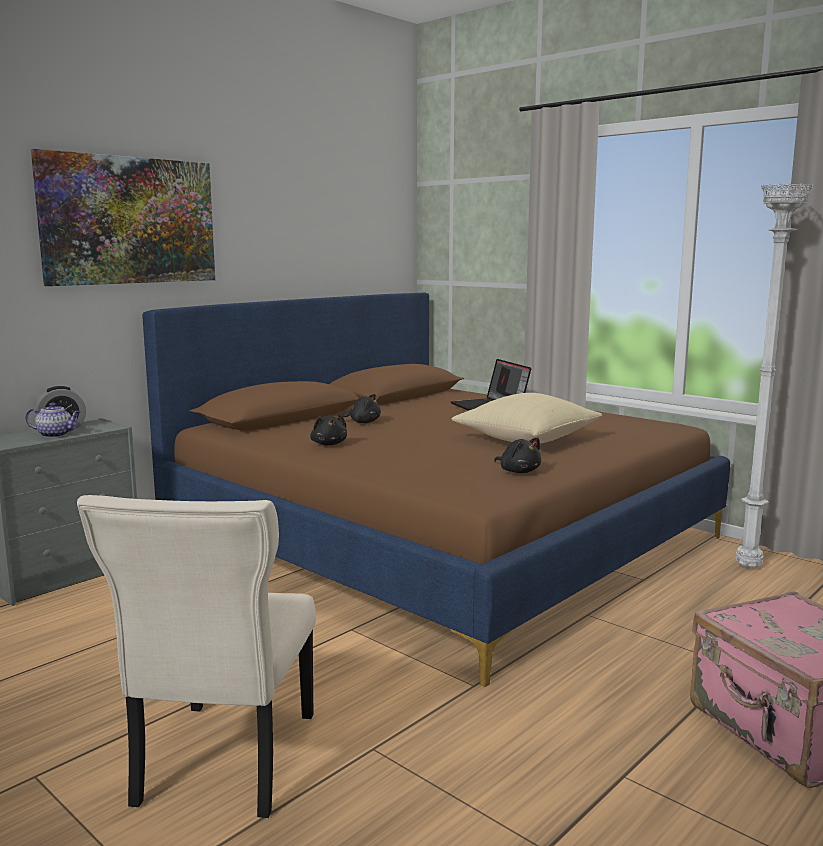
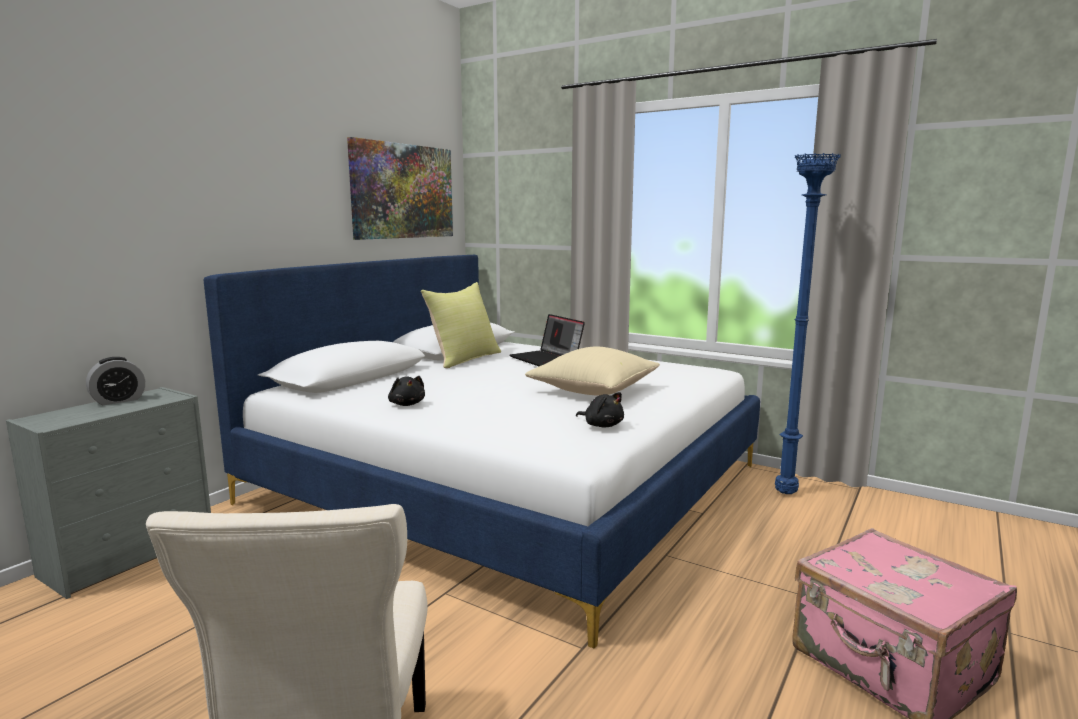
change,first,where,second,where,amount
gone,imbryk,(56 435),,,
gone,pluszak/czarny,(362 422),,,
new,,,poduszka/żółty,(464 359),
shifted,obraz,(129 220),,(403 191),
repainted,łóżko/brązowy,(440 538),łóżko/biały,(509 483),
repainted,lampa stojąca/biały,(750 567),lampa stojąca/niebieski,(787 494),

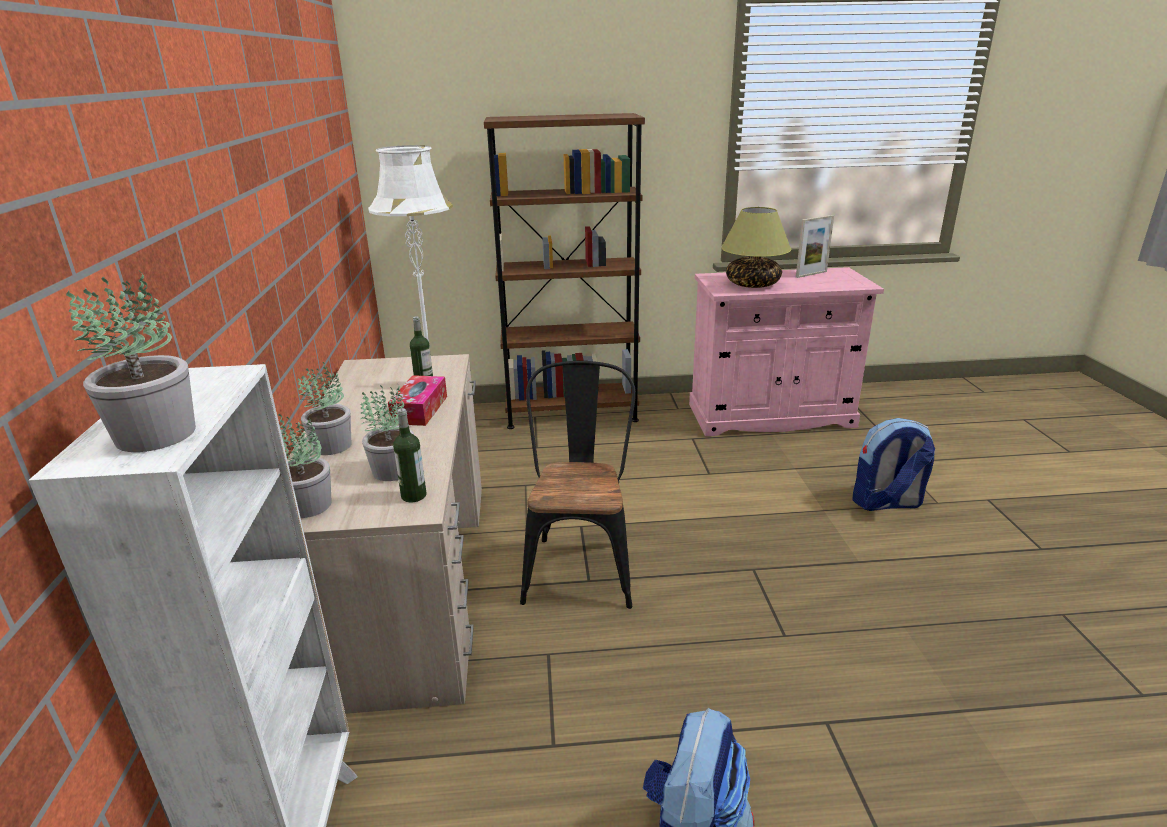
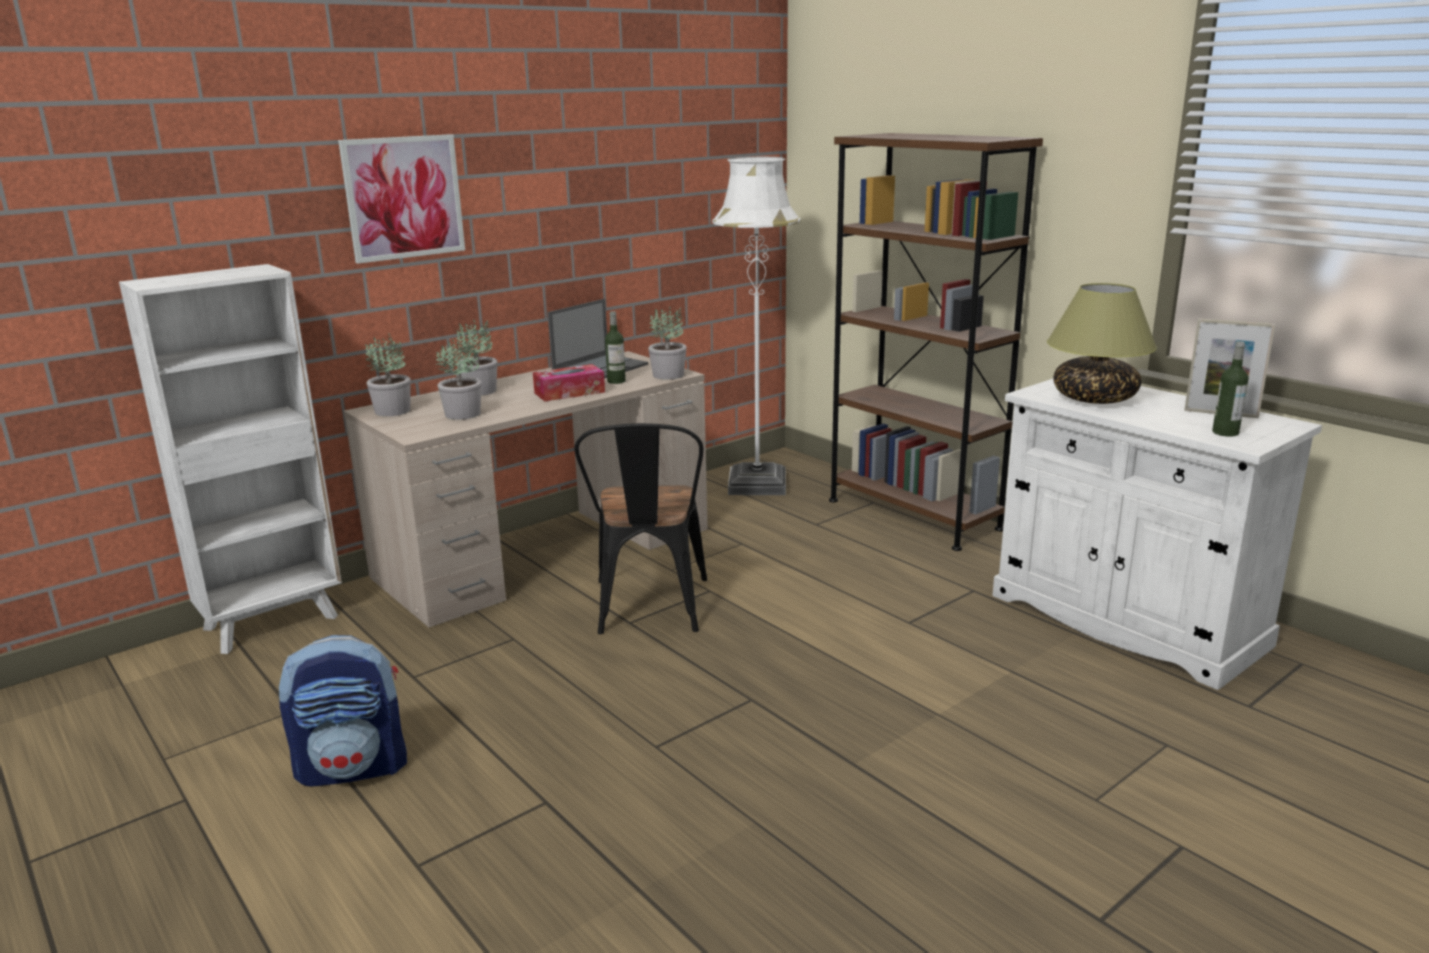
change,first,where,second,where,amount
gone,plecak,(886 503),,,
new,,,obraz,(403 197),
new,,,laptop,(601 368),
shifted,roślina doniczkowa,(156 434),,(668 375),
shifted,butelka,(413 496),,(1225 432),
repainted,szafka/różowy,(770 416),szafka/biały,(1126 620),
rotated,krzesło/czarny,(581 564),,(649 610),120 degrees clockwise

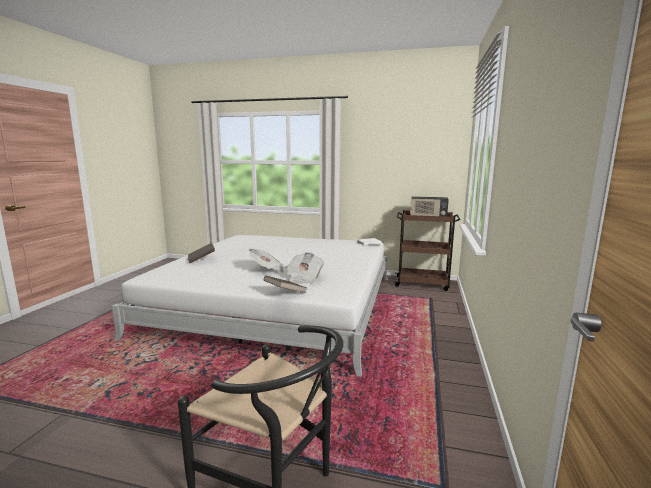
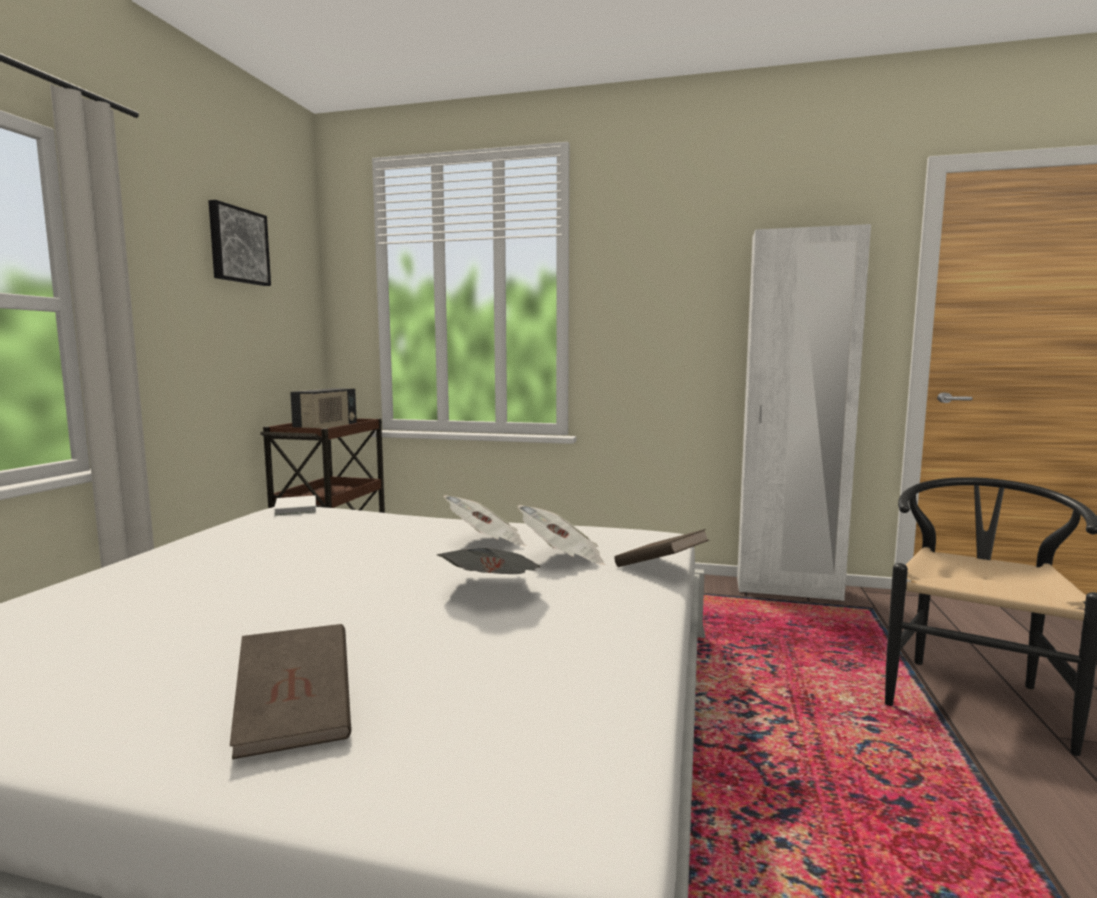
change,first,where,second,where,amount
new,,,obraz,(237 245),
new,,,gazeta,(487 542),
new,,,szafa/biały,(788 589),

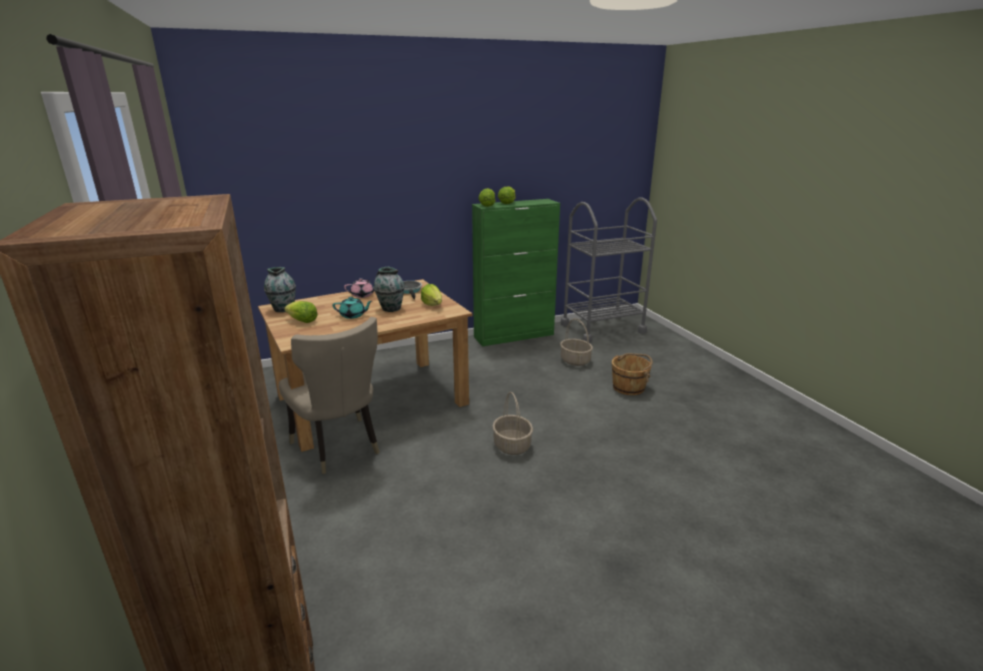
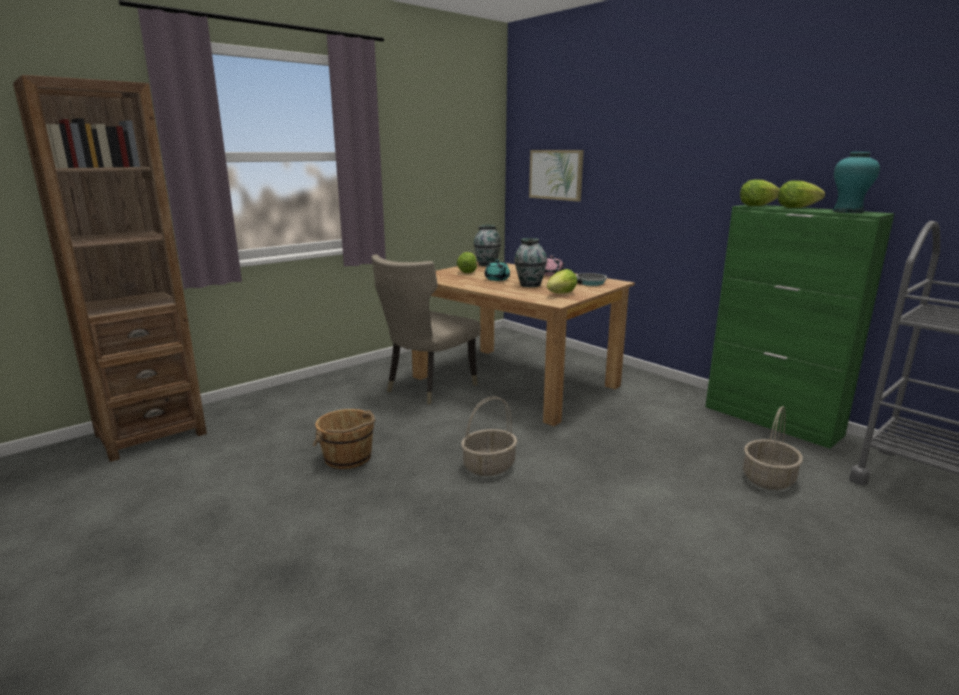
change,first,where,second,where,amount
new,,,obraz,(556 175),
new,,,wazon/turkusowy,(848 211),
shifted,wiadro/brązowy,(629 387),,(348 458),

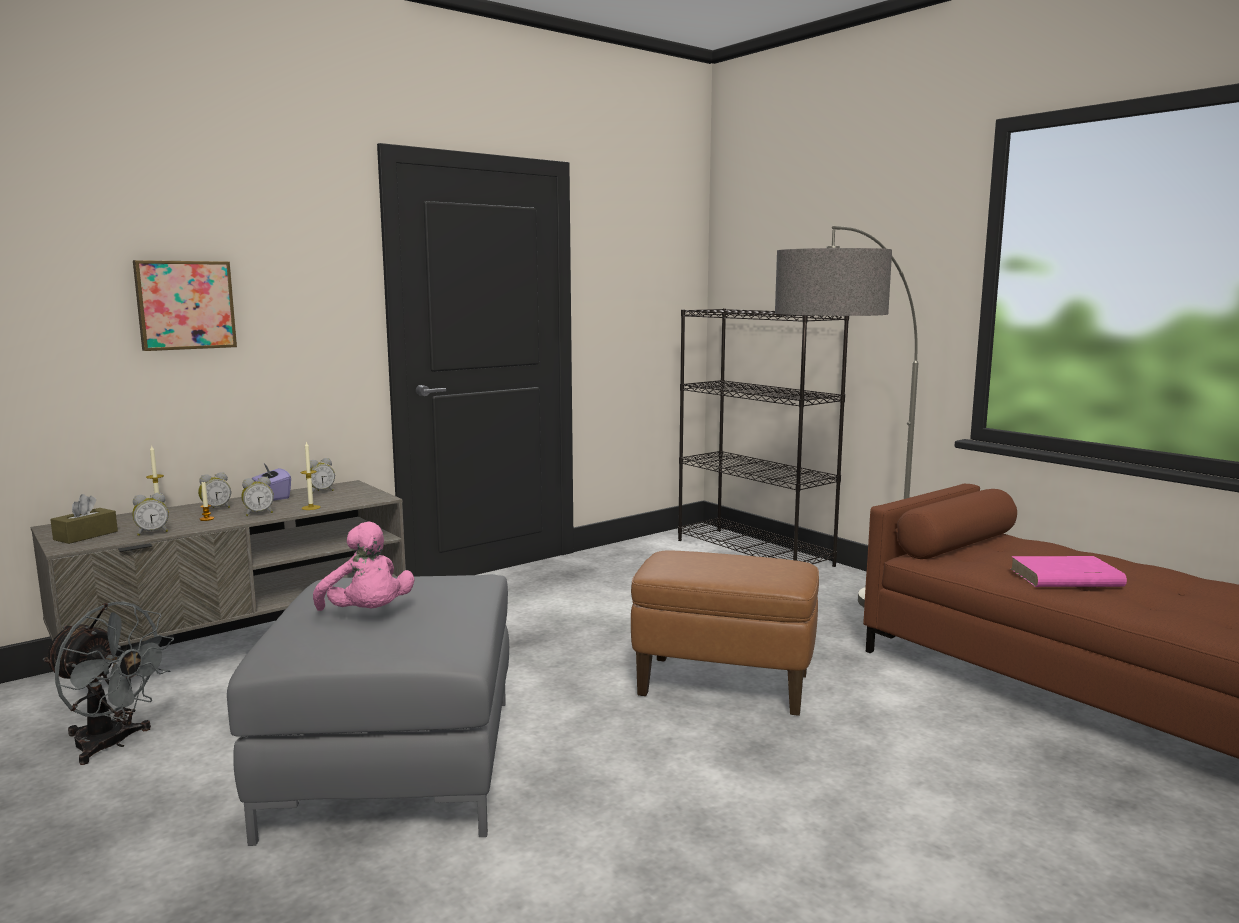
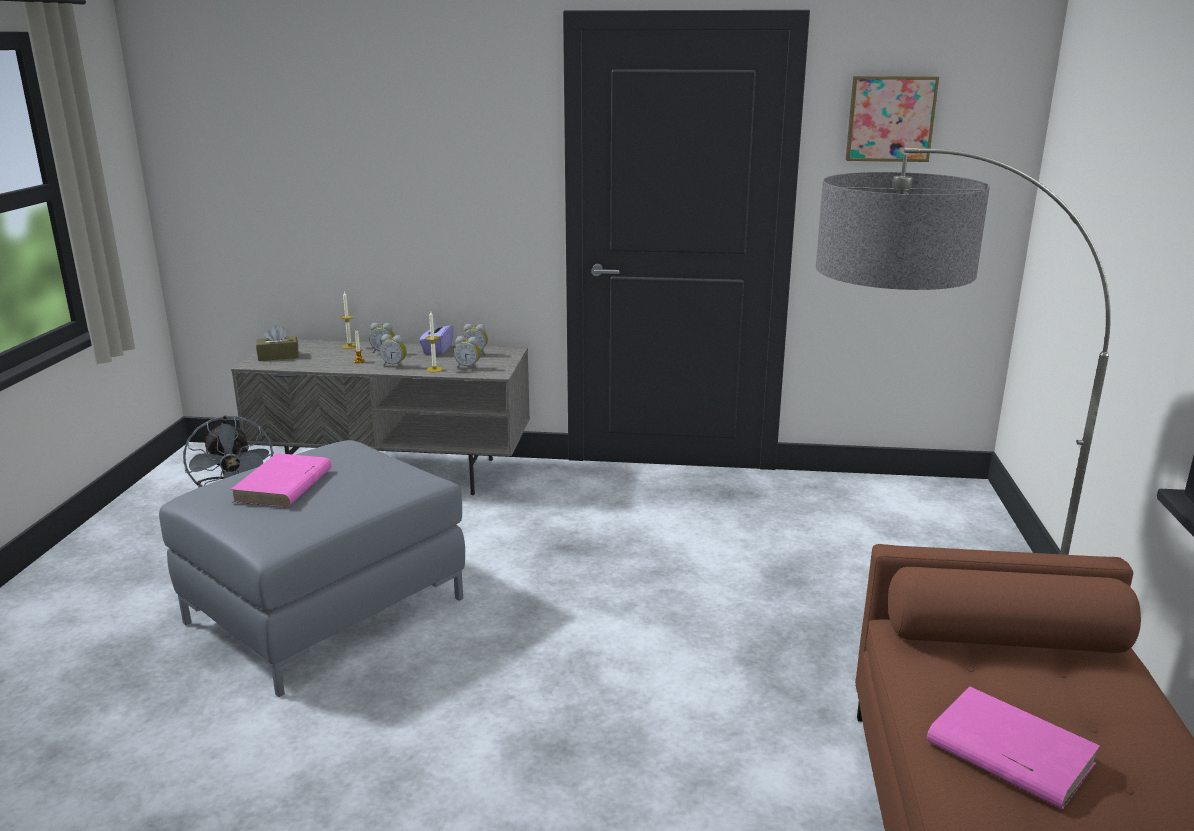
change,first,where,second,where,amount
gone,pufa/brązowy,(724 685),,,
gone,regał/czarny,(754 553),,,
shifted,budzik,(152 532),,(468 367),
shifted,obraz,(185 305),,(890 118),
swapped,pluszak/różowy,(367 615),książka/różowy,(283 486),

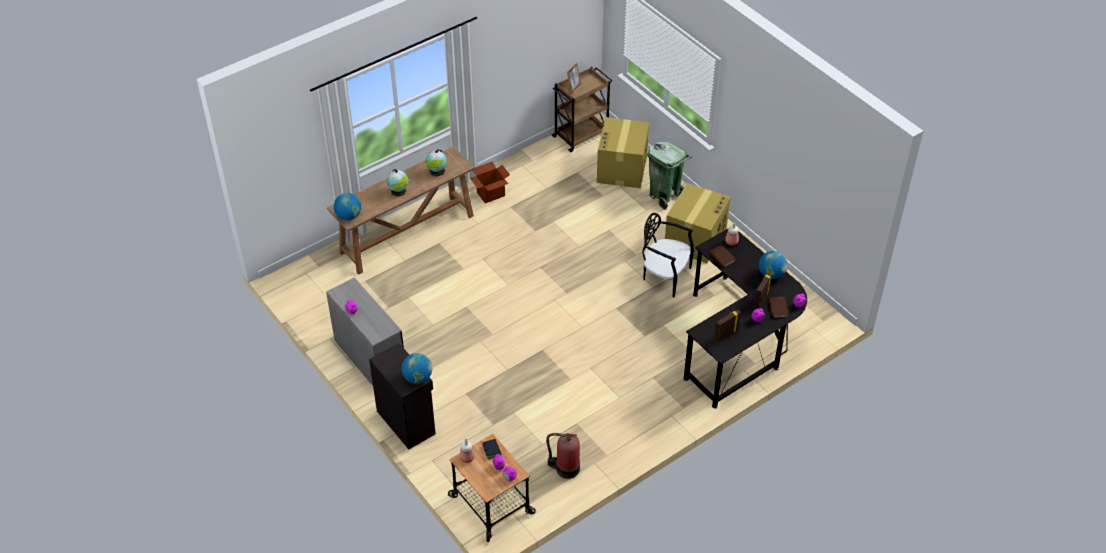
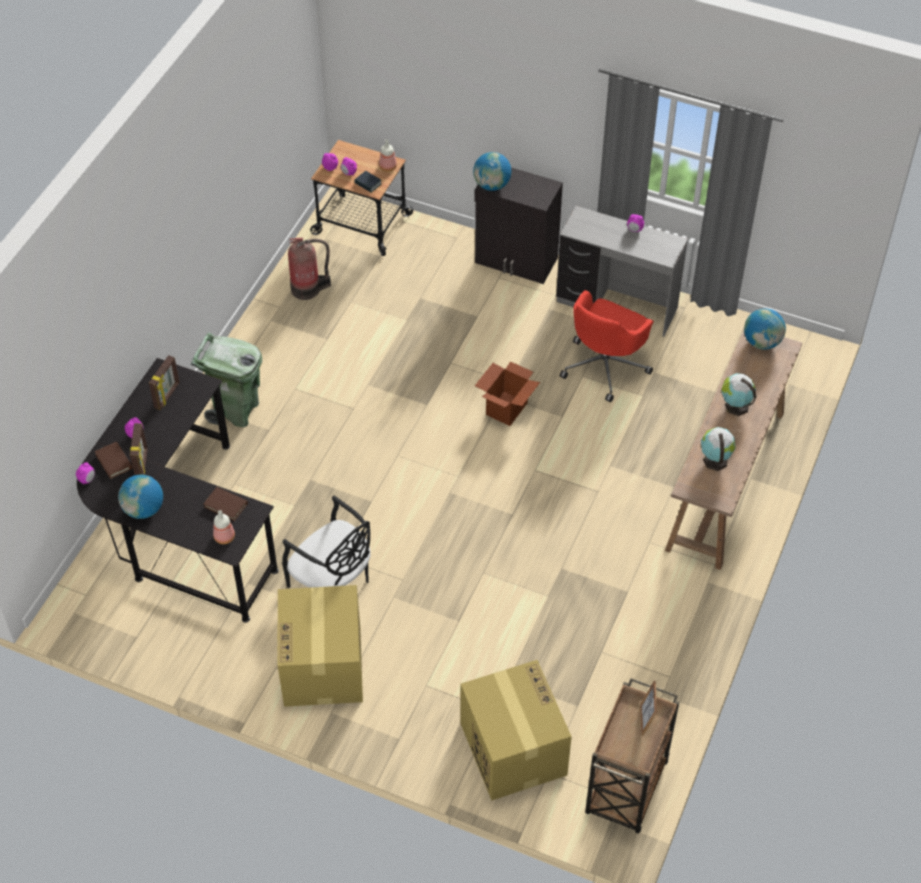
change,first,where,second,where,amount
new,,,krzesło biurowe/czerwony,(605 366),
shifted,karton,(490 194),,(506 408),
shifted,kosz na śmieci/zielony,(665 195),,(236 410),
rotated,krzesło/czarny,(665 276),,(333 581),45 degrees clockwise

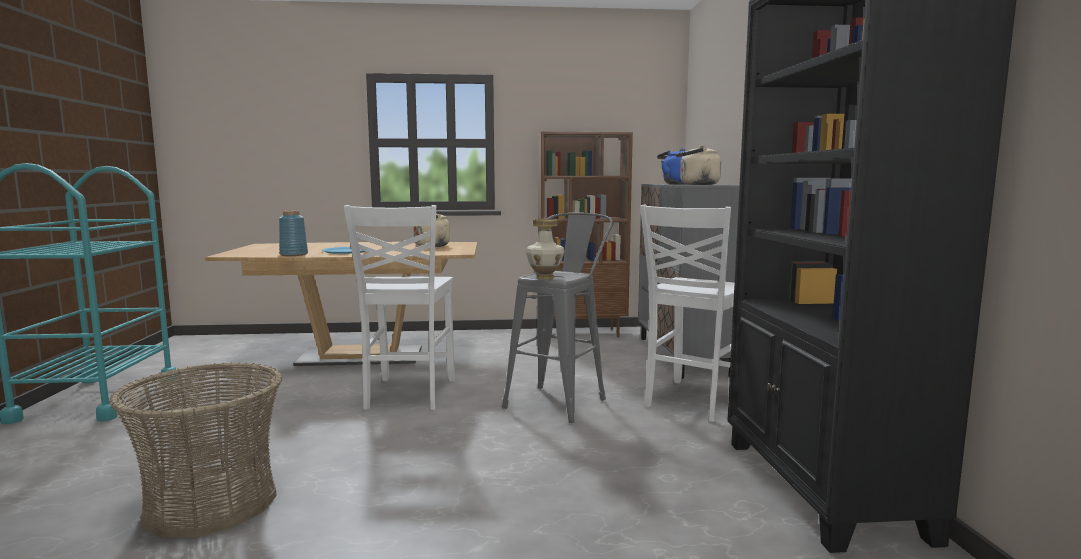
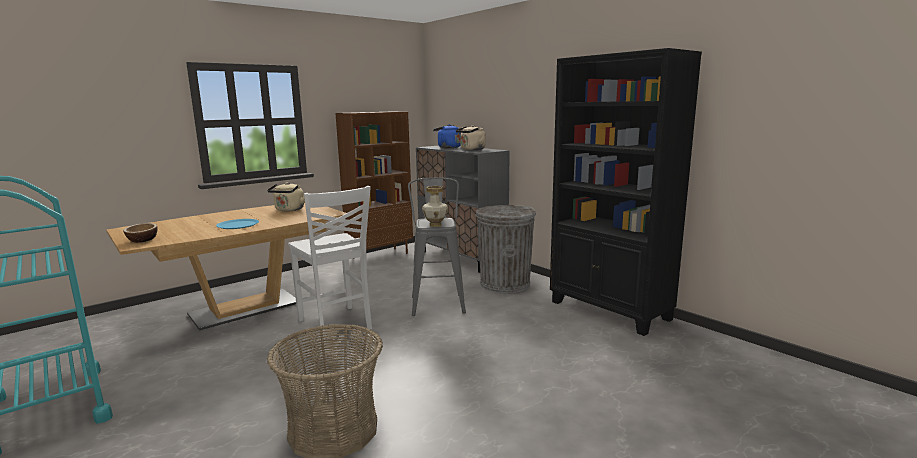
change,first,where,second,where,amount
gone,wazon/niebieski,(294 254),,,
new,,,miska,(142 240),
swapped,krzesło/biały,(693 401),kosz na śmieci/szary,(504 284),

